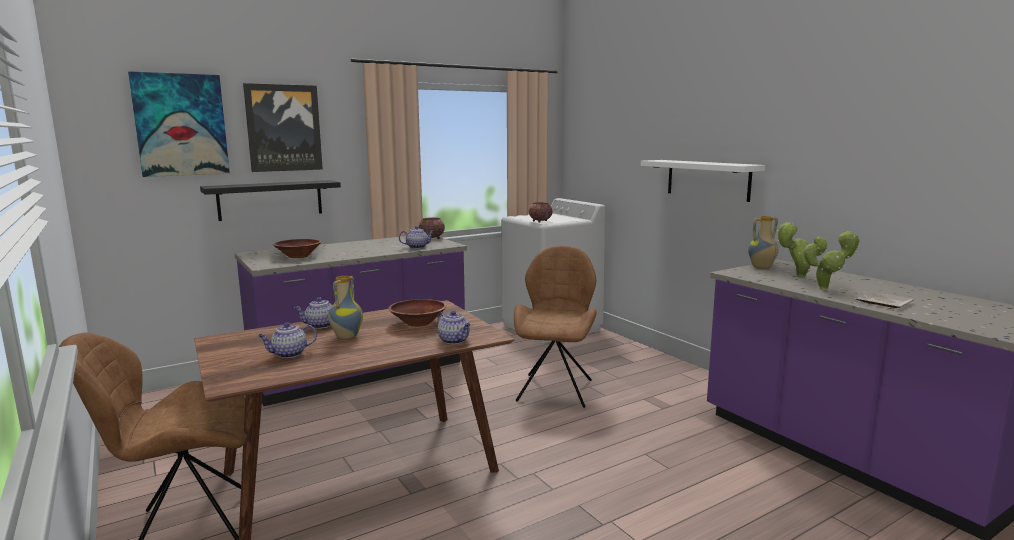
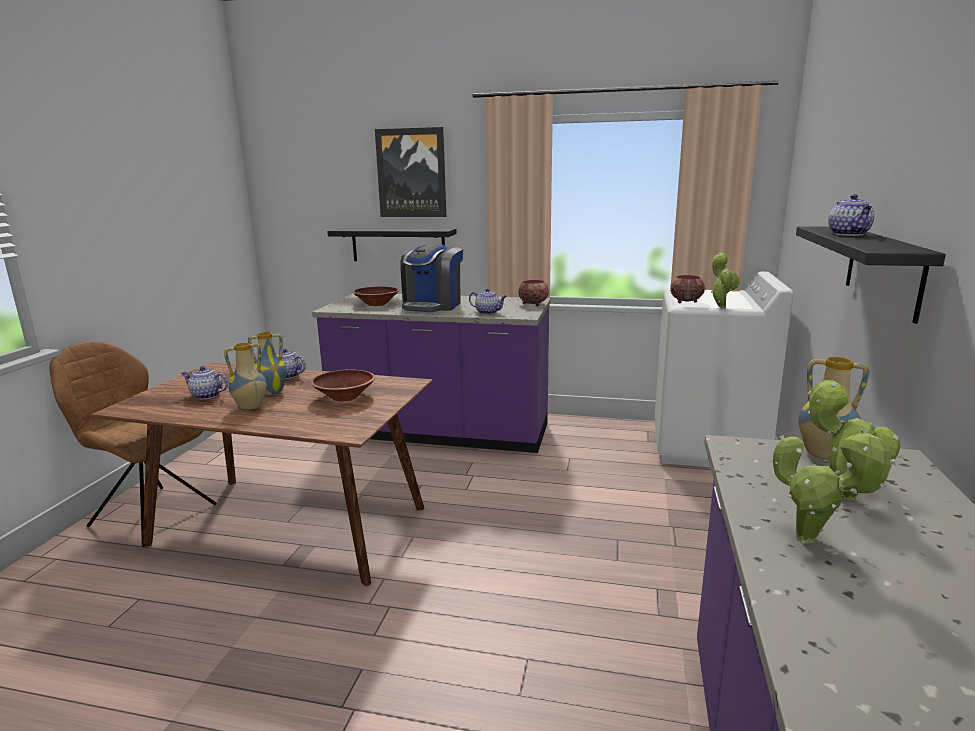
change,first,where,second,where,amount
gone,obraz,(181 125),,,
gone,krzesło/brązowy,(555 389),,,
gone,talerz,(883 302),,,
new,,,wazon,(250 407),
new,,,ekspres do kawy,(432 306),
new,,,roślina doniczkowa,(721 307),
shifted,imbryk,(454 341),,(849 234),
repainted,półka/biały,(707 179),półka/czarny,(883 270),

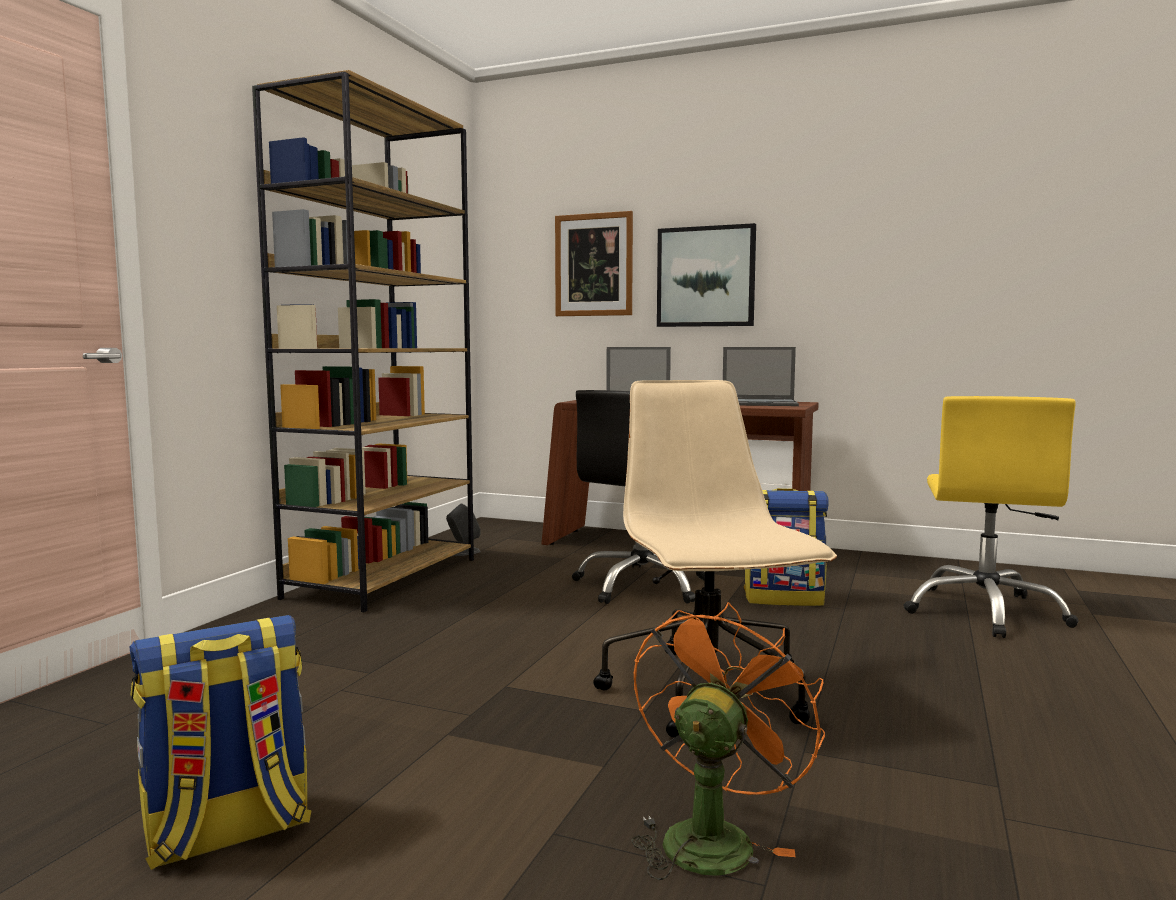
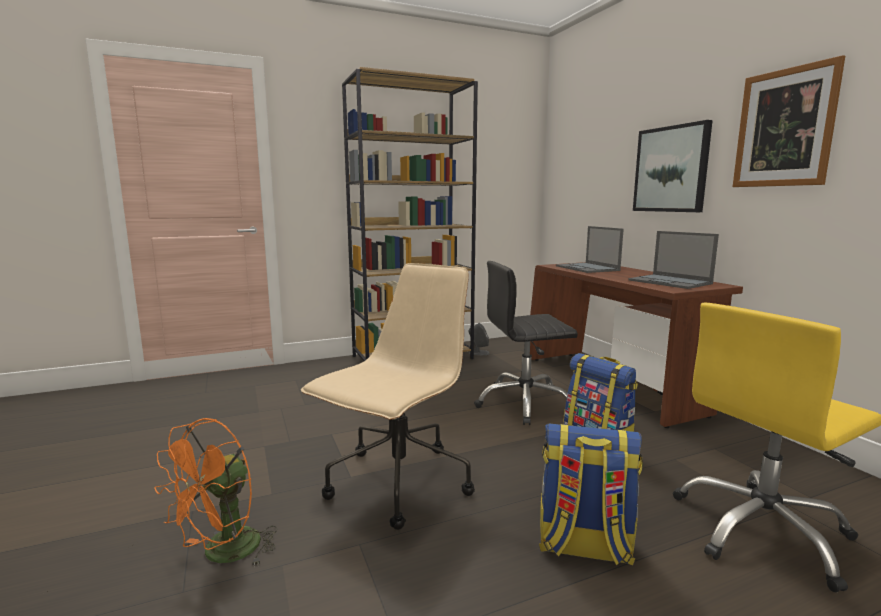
change,first,where,second,where,amount
shifted,plecak,(227 833),,(583 547),
shifted,obraz,(593 265),,(784 128),
rotated,wentylator/pomarańczowy,(712 836),,(223 554),135 degrees clockwise

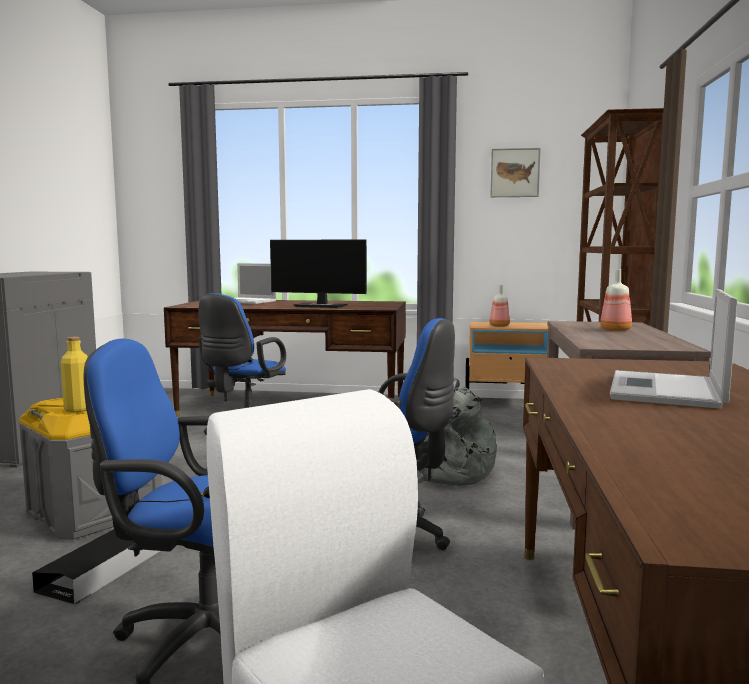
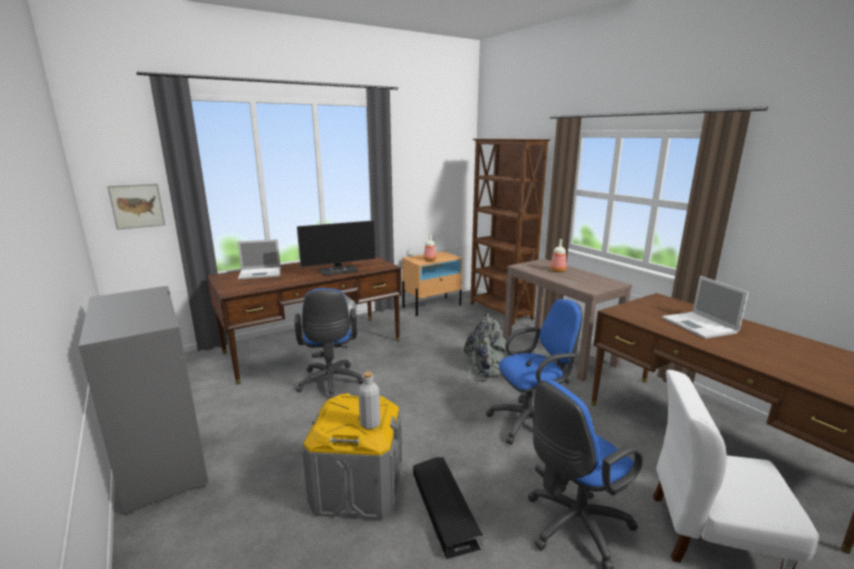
change,first,where,second,where,amount
shifted,obraz,(515 172),,(137 206),
repainted,butelka/żółty,(78 409),butelka/szary,(370 424),

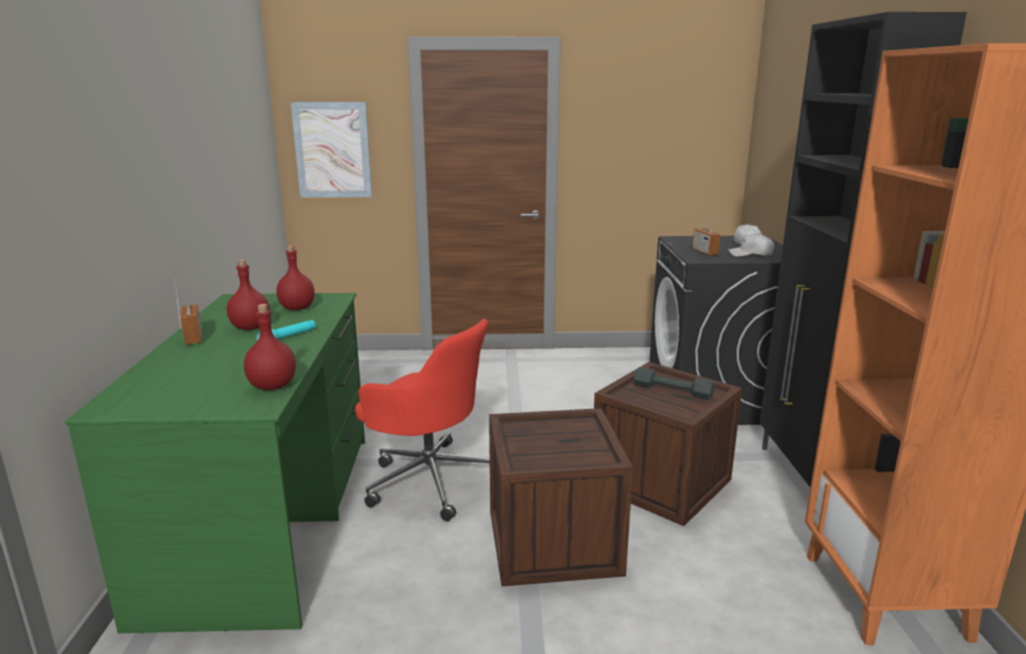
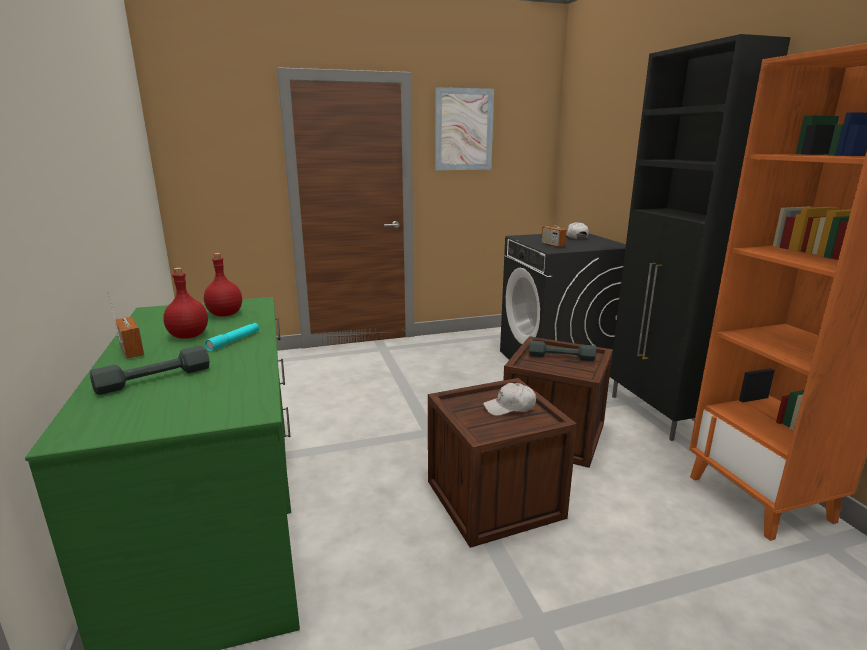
change,first,where,second,where,amount
gone,butelka/czerwony,(272 386),,,
gone,krzesło biurowe/czerwony,(429 479),,,
new,,,hantel/szary,(154 379),
shifted,obraz,(332 150),,(464 129),
shifted,czapka z daszkiem/biały,(750 254),,(510 407),

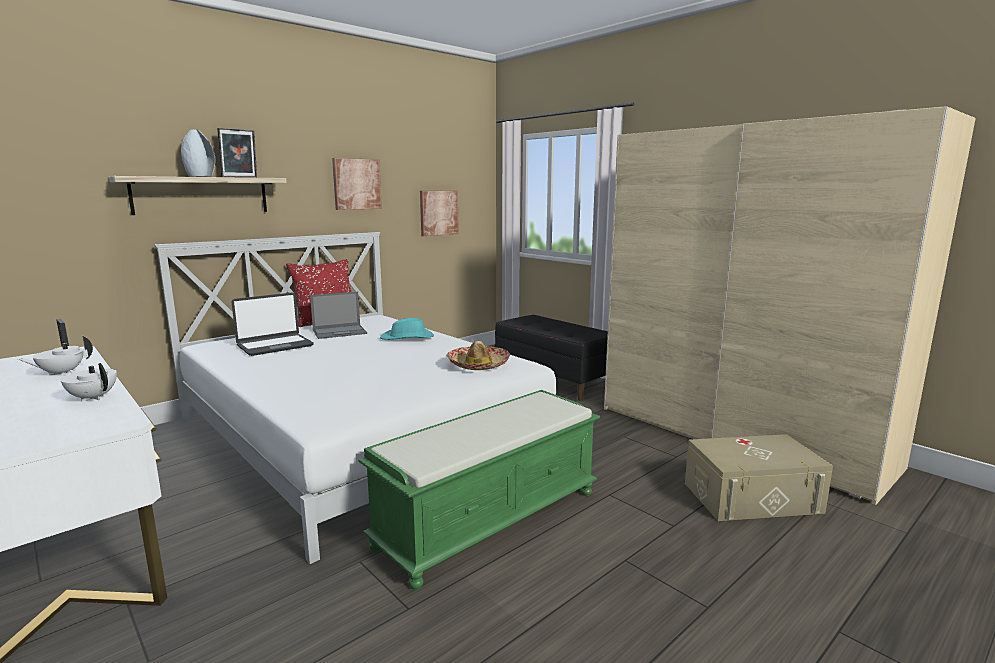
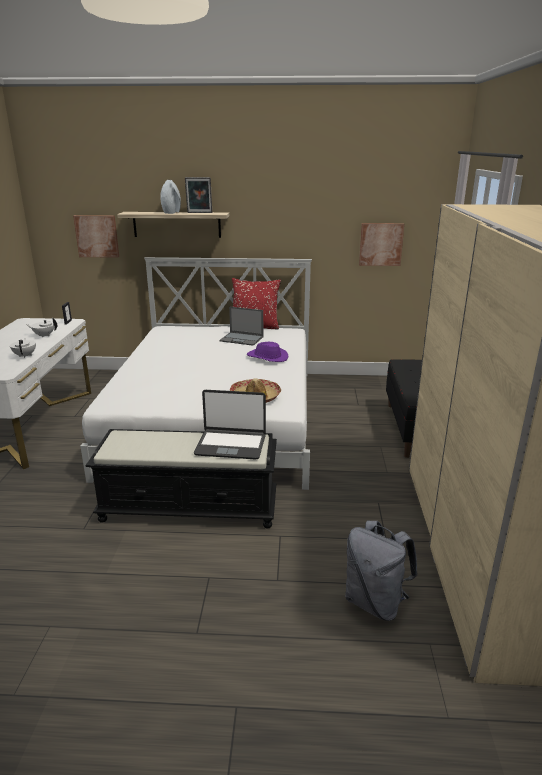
change,first,where,second,where,amount
shifted,laptop,(275 346),,(231 445),
shifted,obraz,(356 184),,(97 236),
swapped,pojemnik do przechowywania/beżowy,(751 497),plecak/szary,(375 602),
repainted,ławka/zielony,(490 518),ławka/czarny,(190 507),
repainted,kapelusz/turkusowy,(407 337),kapelusz/fioletowy,(267 357),

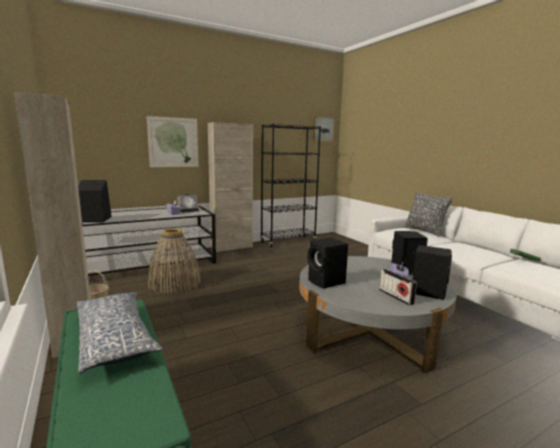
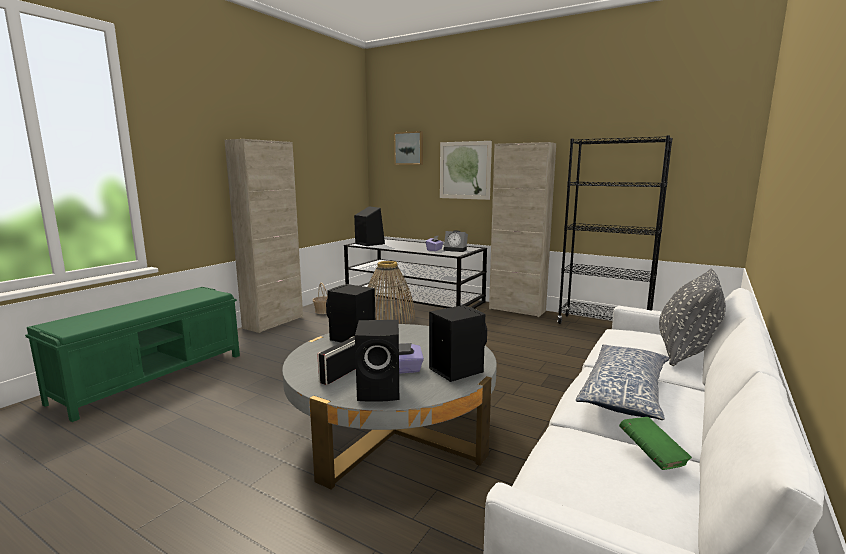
change,first,where,second,where,amount
shifted,poduszka,(115 338),,(625 392),
shifted,obraz,(323 129),,(409 148),

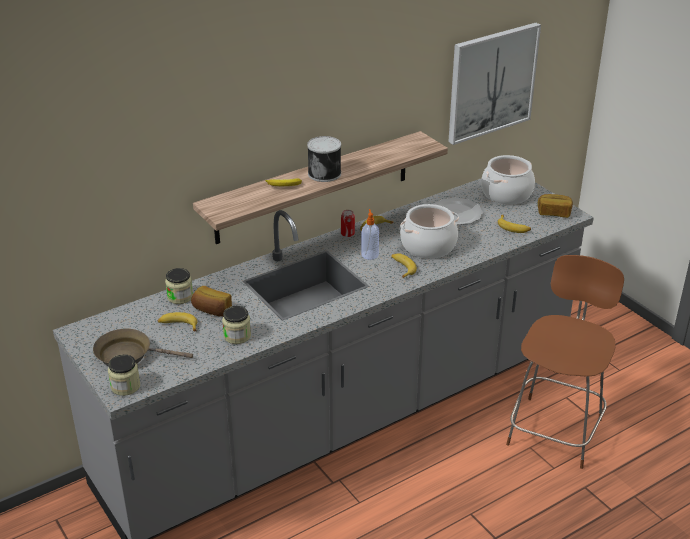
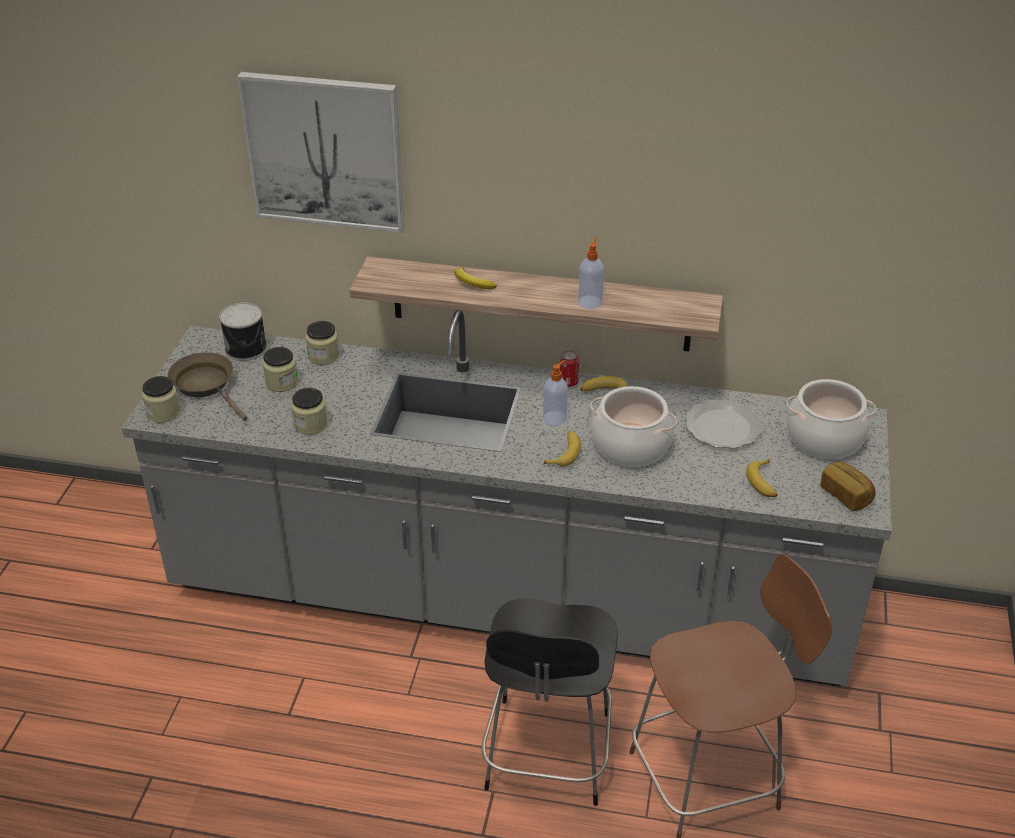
change,first,where,second,where,amount
gone,chleb,(211 310),,,
new,,,krzesło/czarny,(547 756),
new,,,dozownik mydła,(590 301),
shifted,puszka,(325 173),,(247 348),
shifted,obraz,(491 82),,(325 151),
swapped,banan,(178 325),słoik,(281 382),

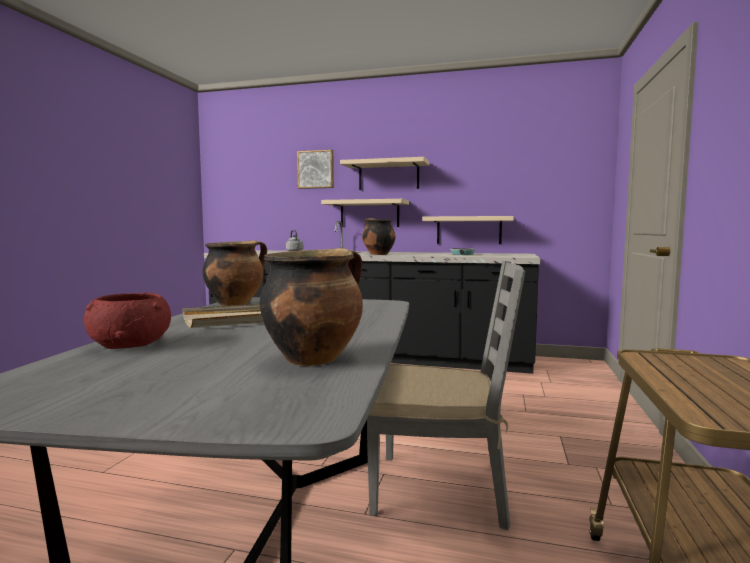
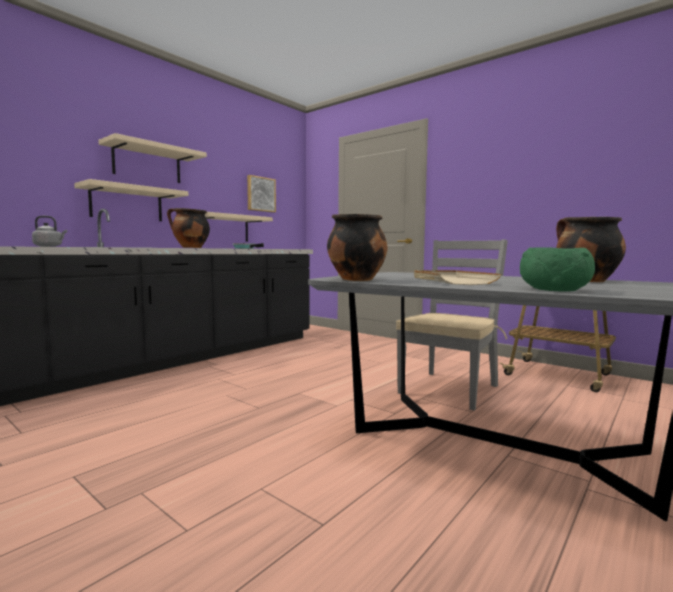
change,first,where,second,where,amount
shifted,obraz,(316 169),,(260 194),
repainted,miska/czerwony,(130 344),miska/zielony,(554 290),

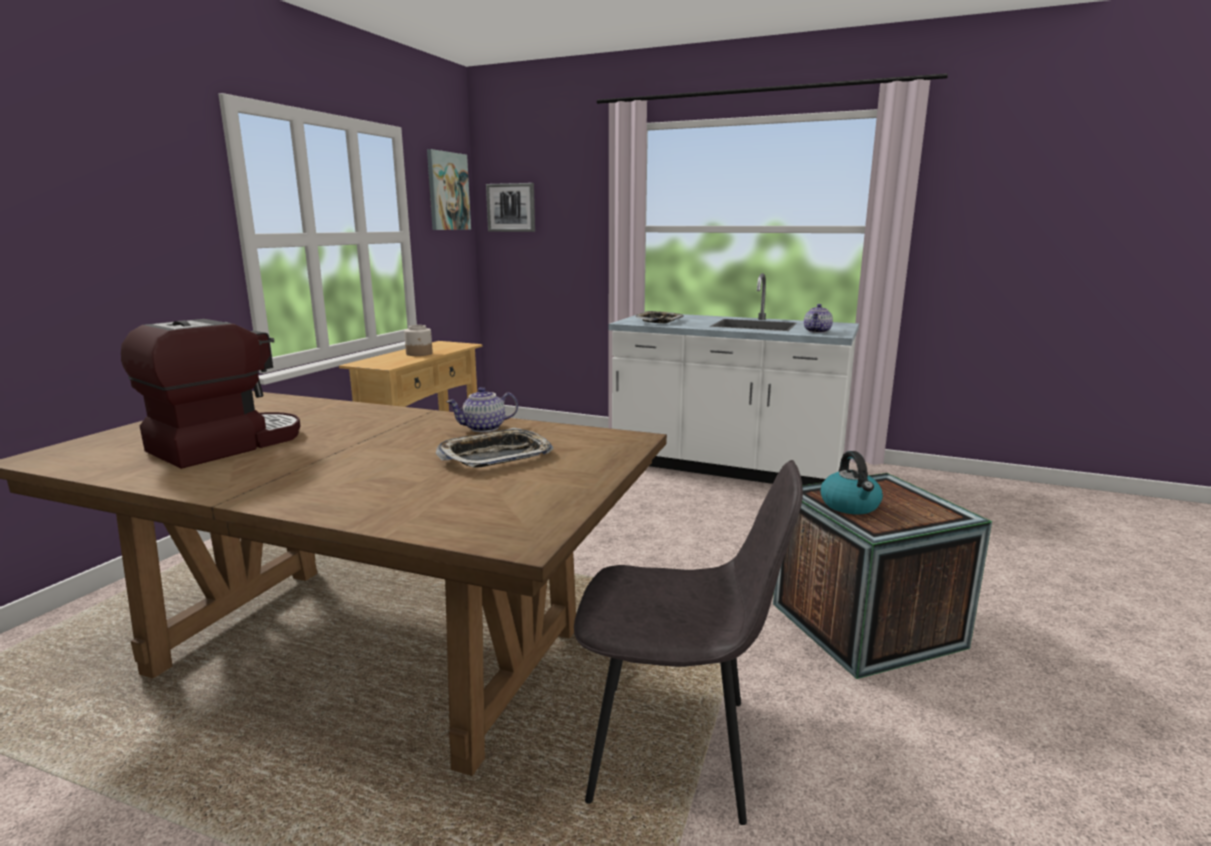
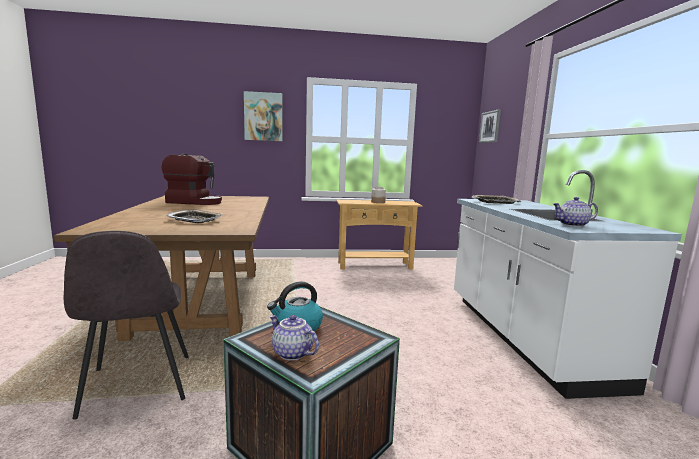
change,first,where,second,where,amount
shifted,obraz,(447 191),,(263 116),
shifted,imbryk,(484 428),,(291 353),

